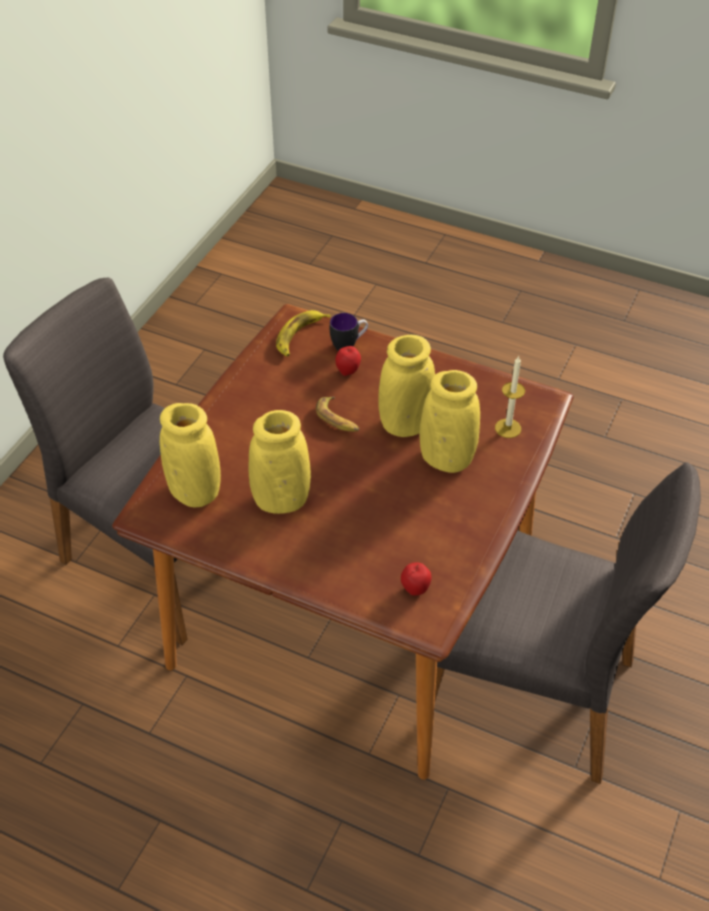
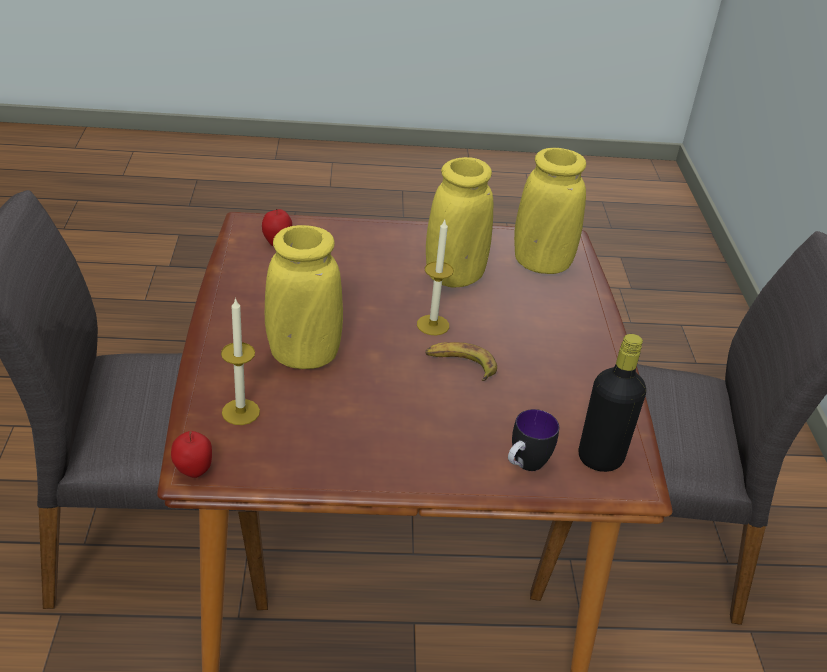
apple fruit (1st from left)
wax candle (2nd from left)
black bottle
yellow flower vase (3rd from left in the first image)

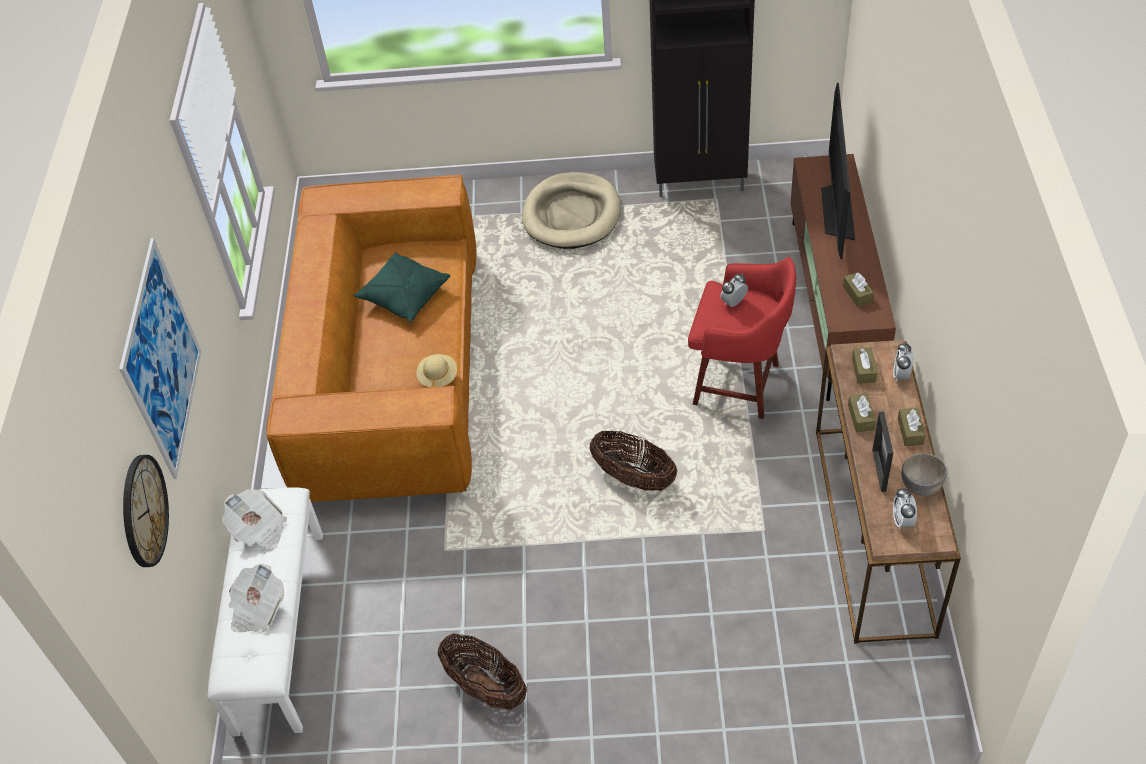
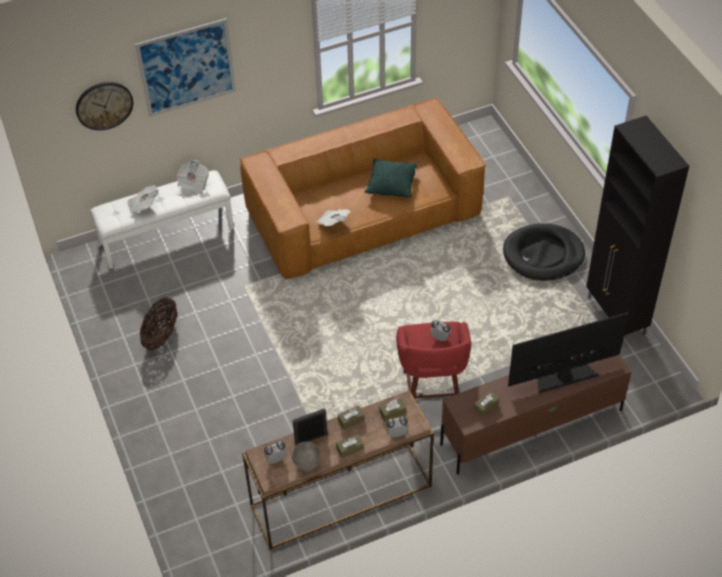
daily paper (3rd from left)
black dog bed
household basket (2nd from left in the first image)

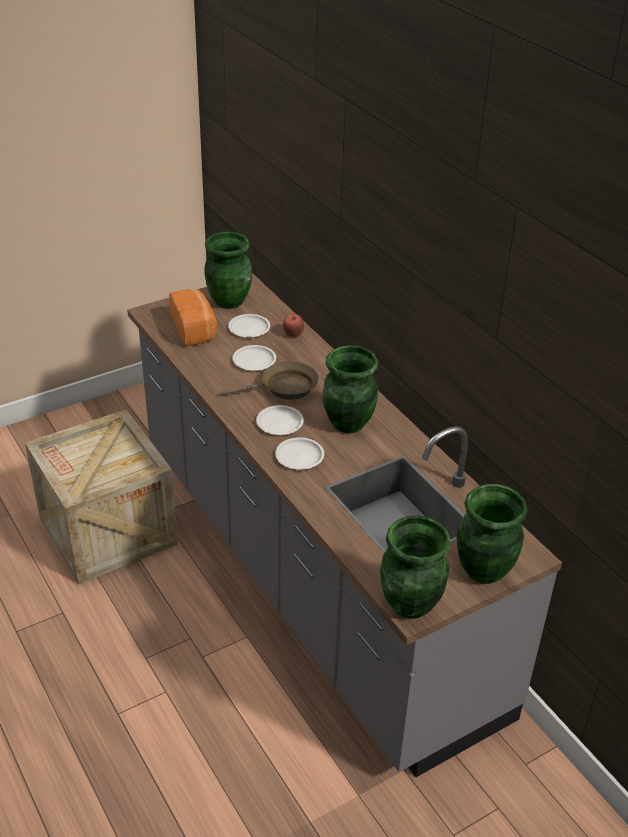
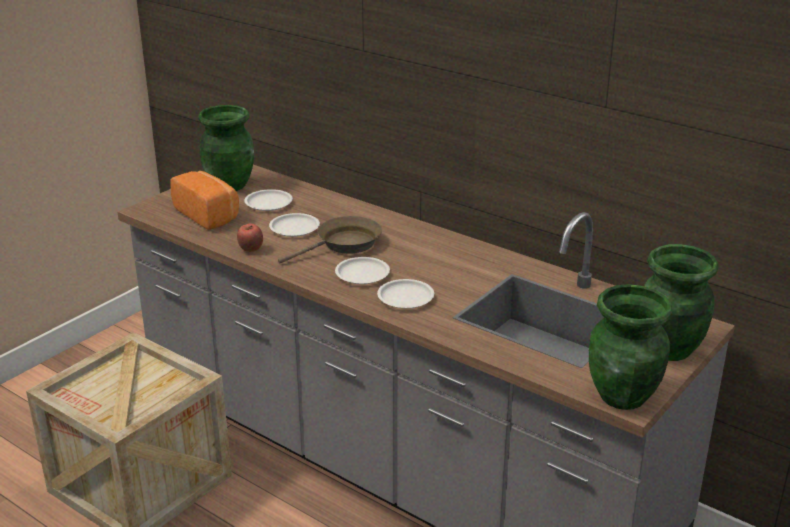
apple fruit
green-coloured flower vase (2nd from left in the first image)

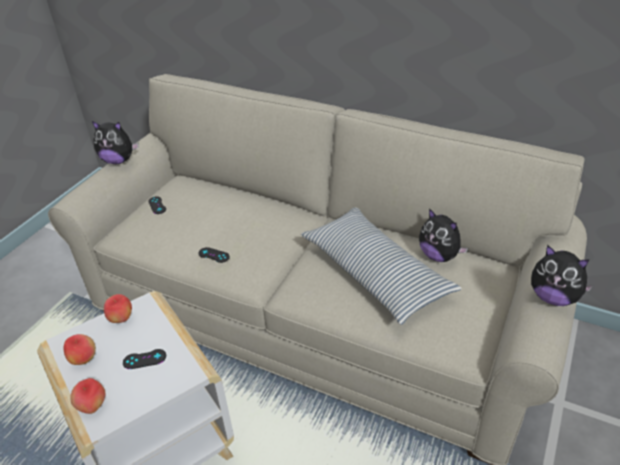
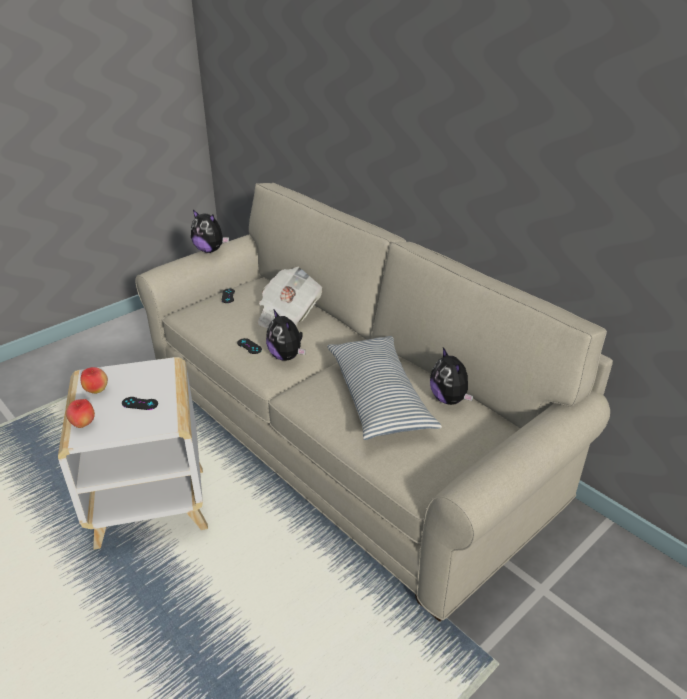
daily paper
plush toy (2nd from left)
apple fruit (3rd from left in the first image)

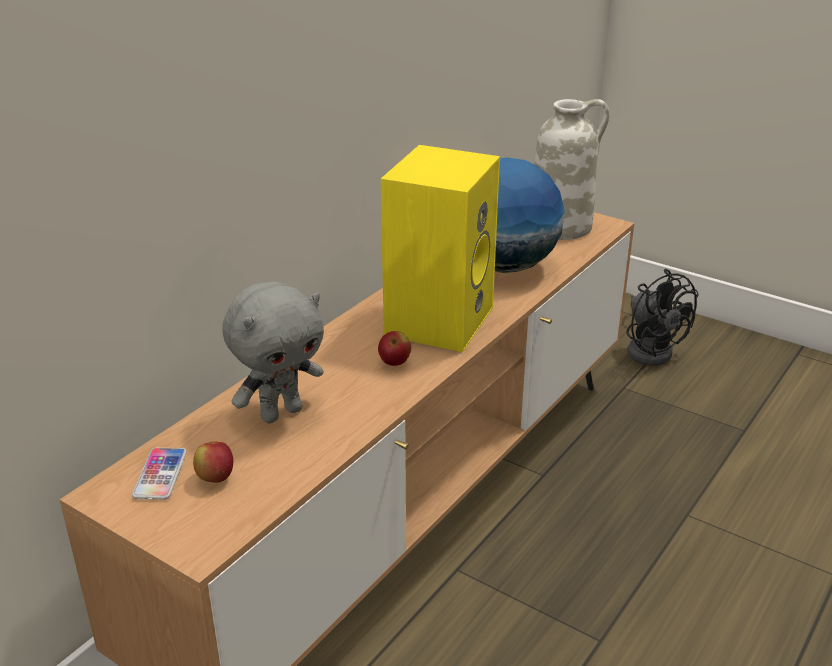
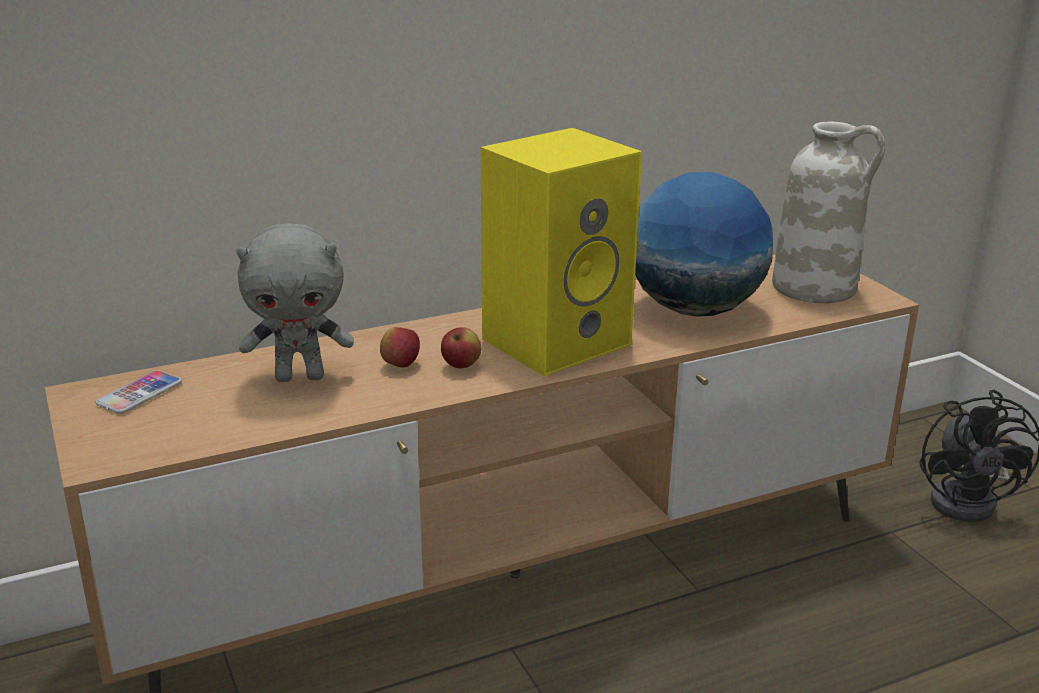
apple fruit (1st from left)

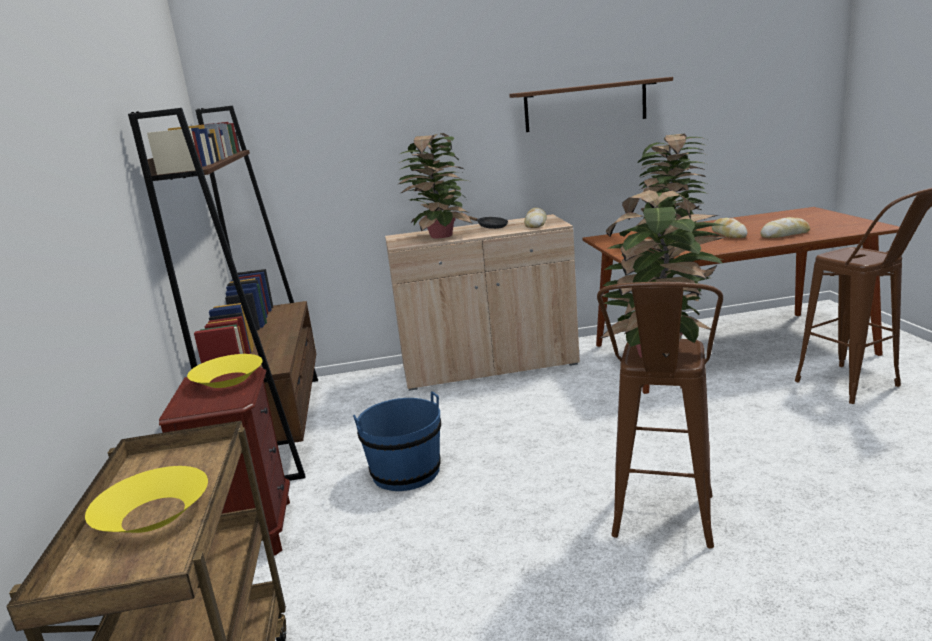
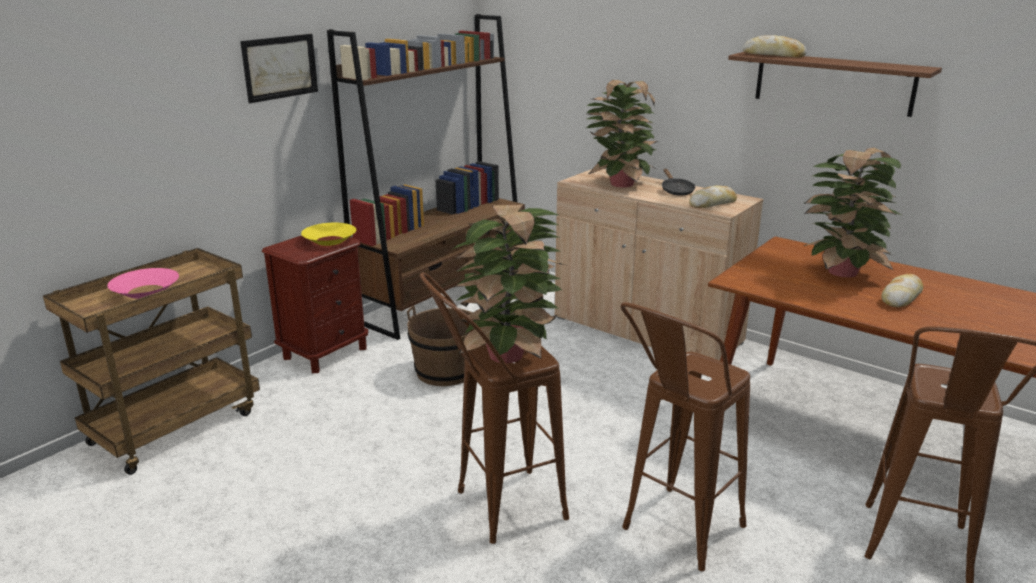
pink-coloured bowl
picture
brownish bucket
brownish sitting stool (2nd from left)
baked bread (2nd from left)

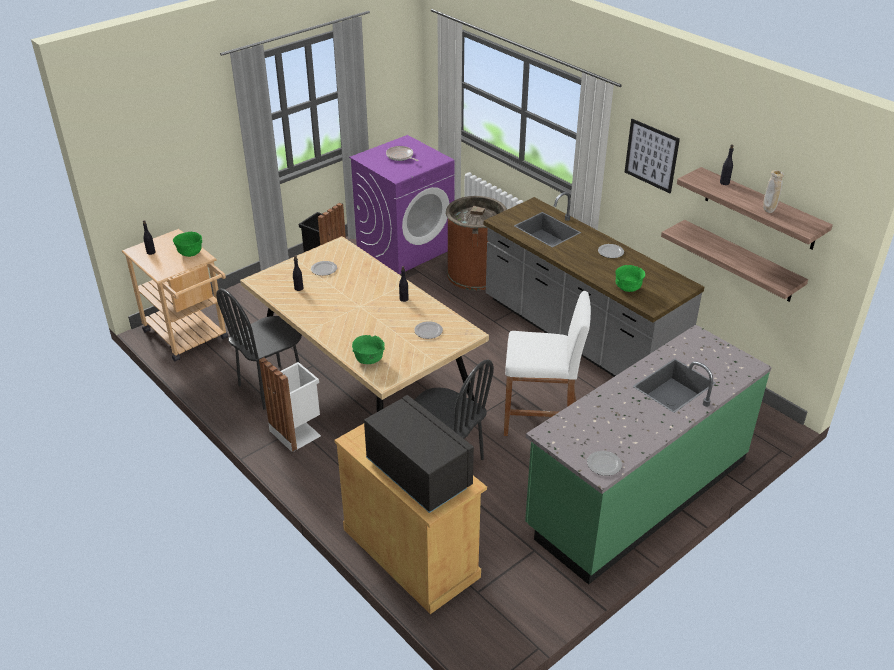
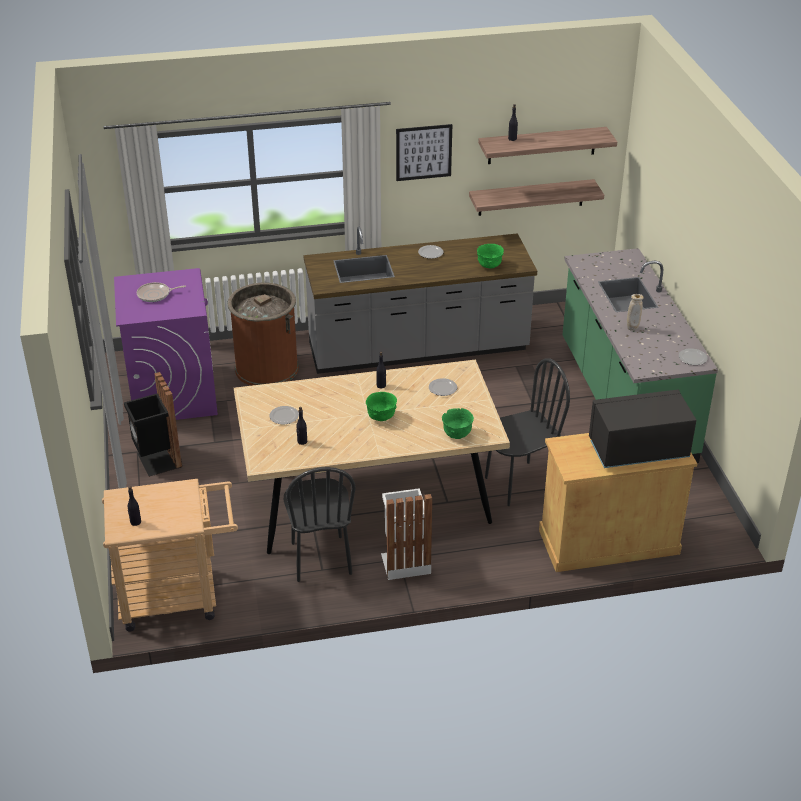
green-coloured bowl (1st from left)
sand-coloured flower vase
white sitting stool

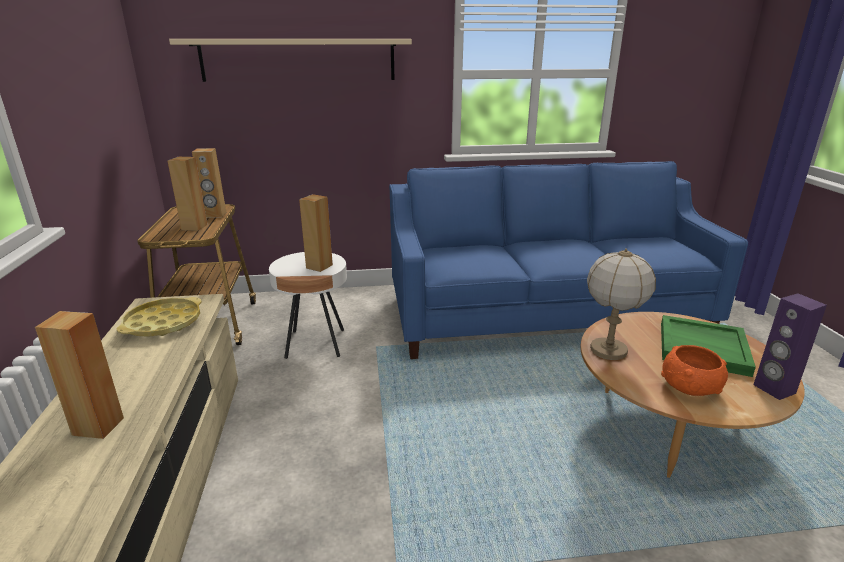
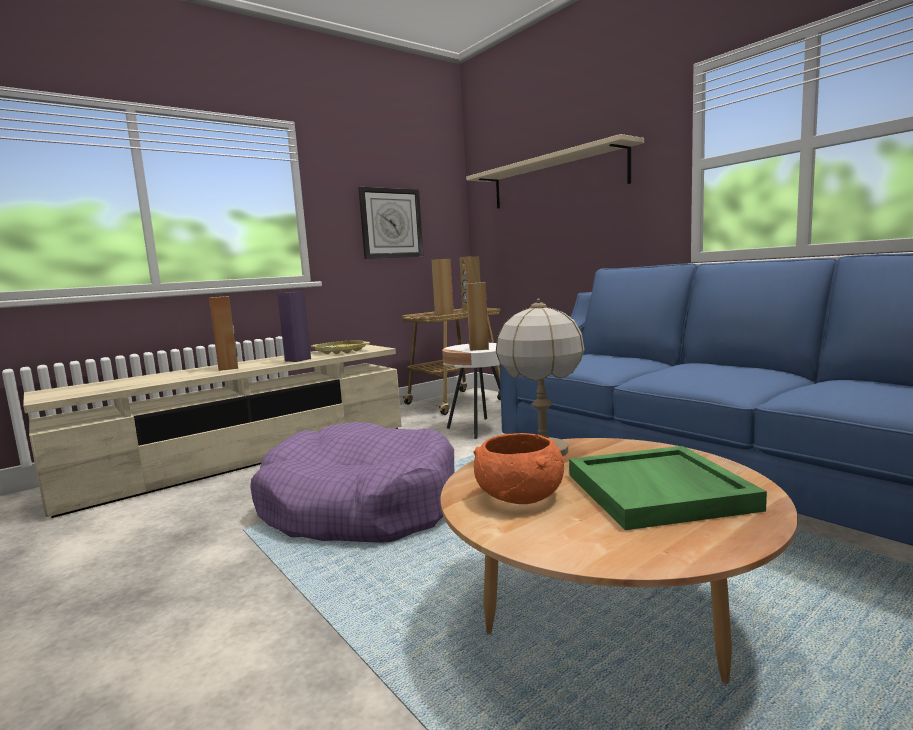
purple-coloured dog bed
purple-coloured audio speaker
clock on the wall

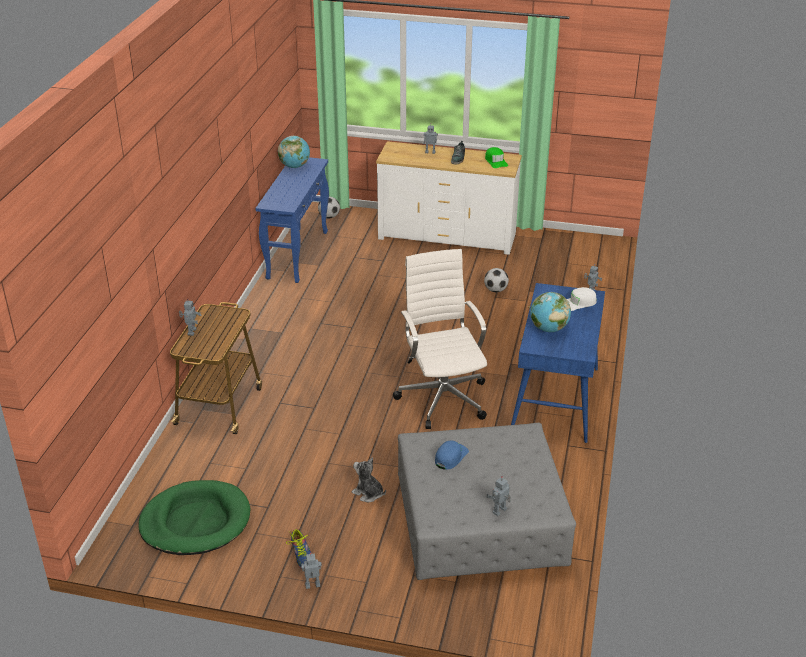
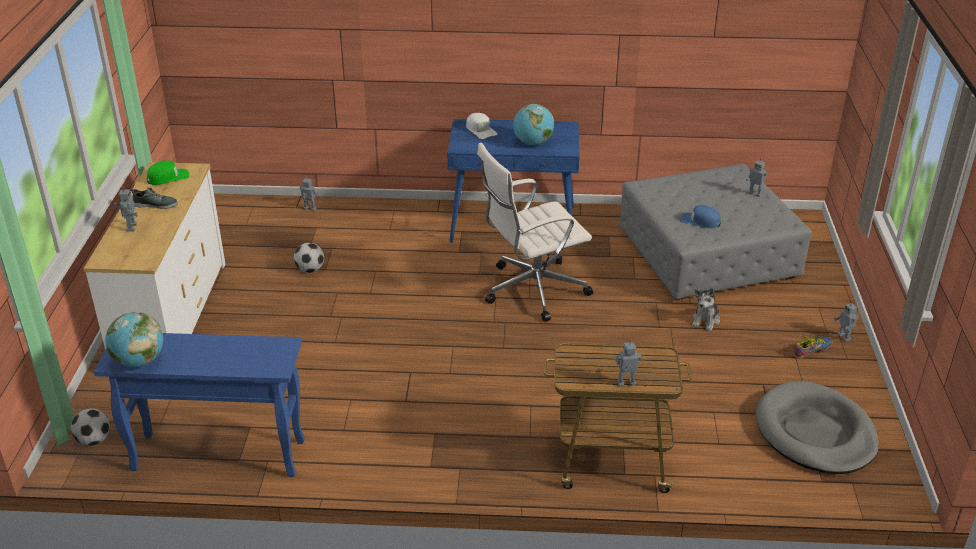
grey dog bed

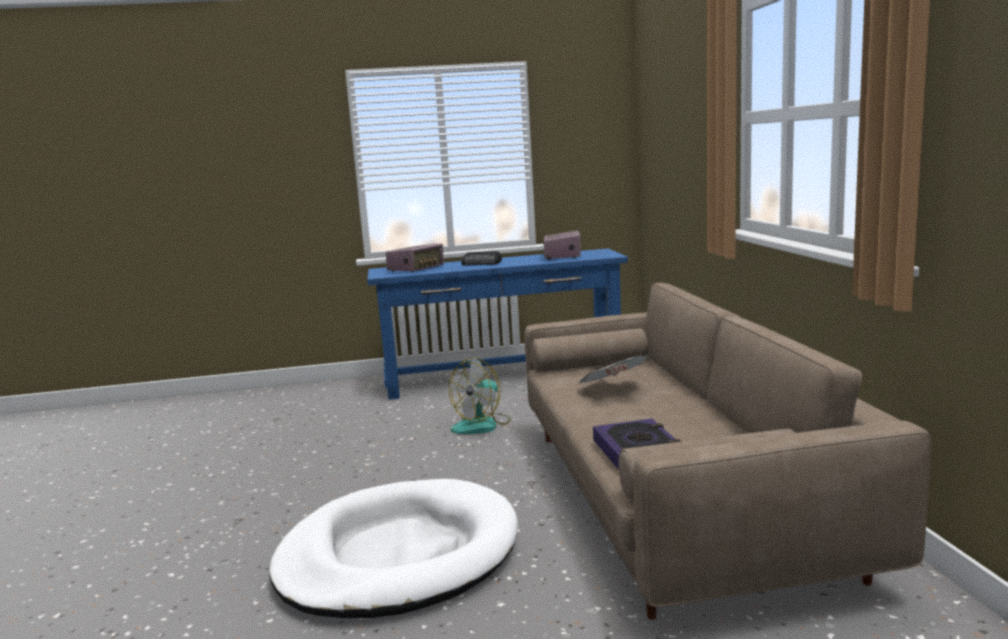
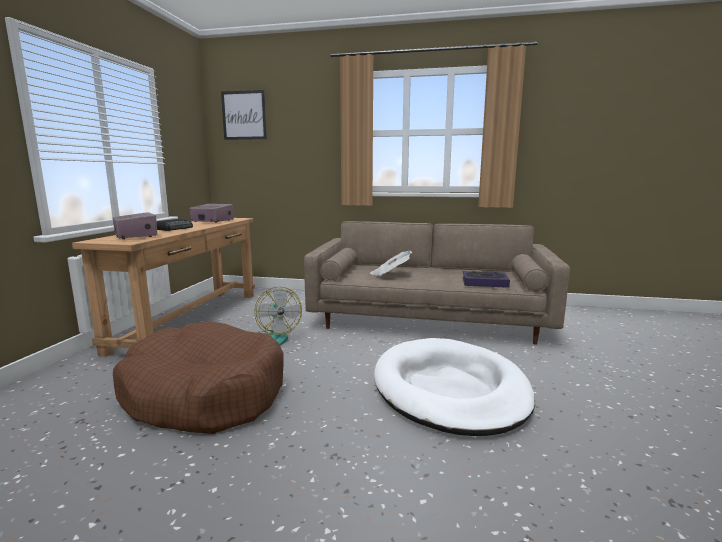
brownish narrow table
brownish dog bed
picture

